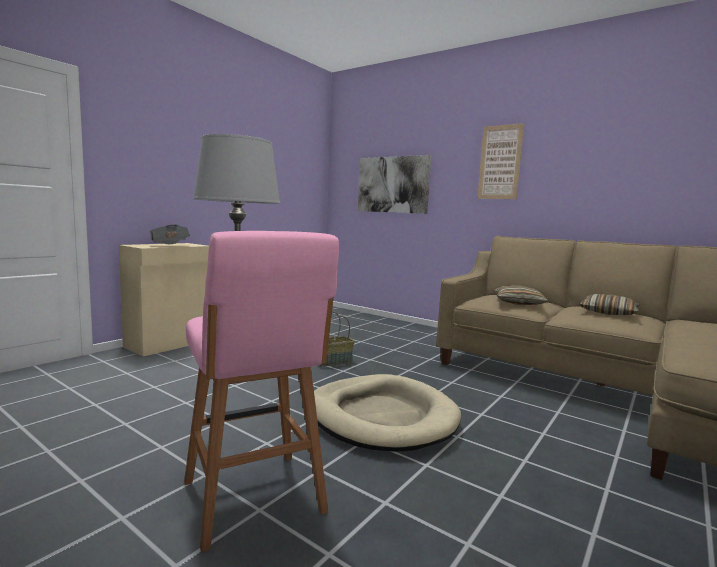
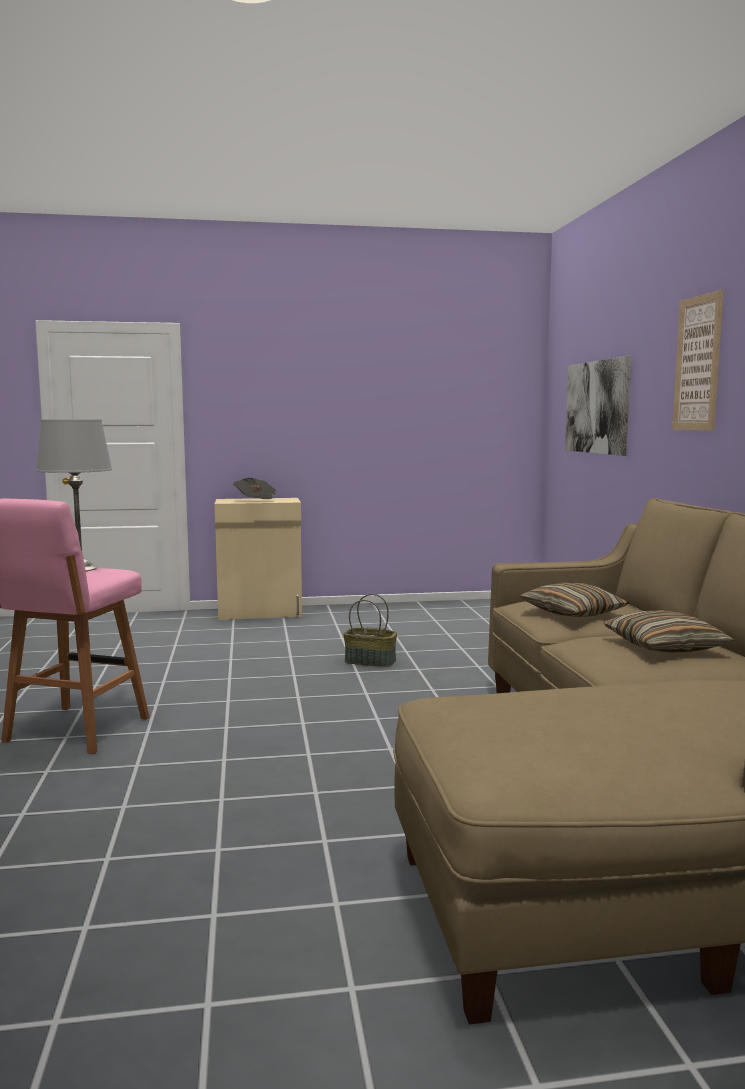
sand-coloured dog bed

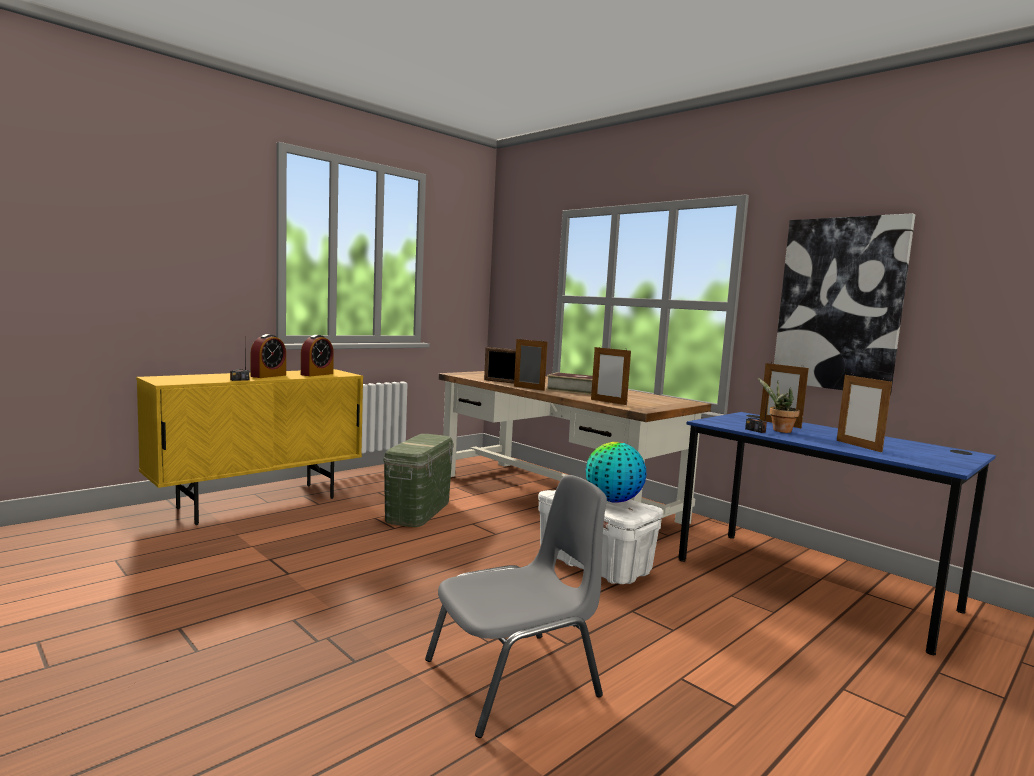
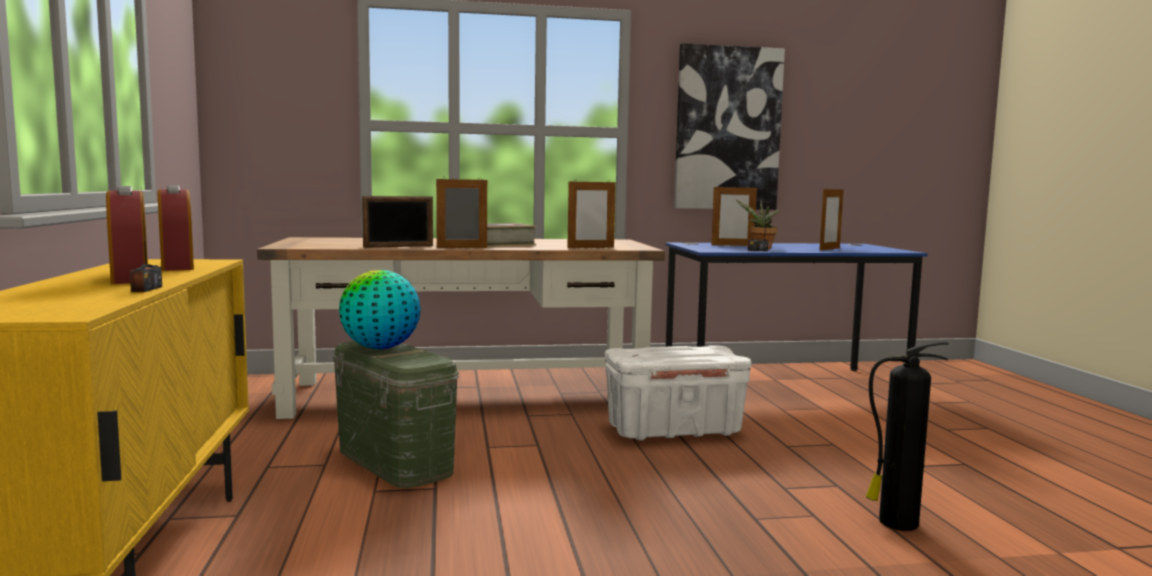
globe
photo frame (5th from left)
fire-fighting cylinder

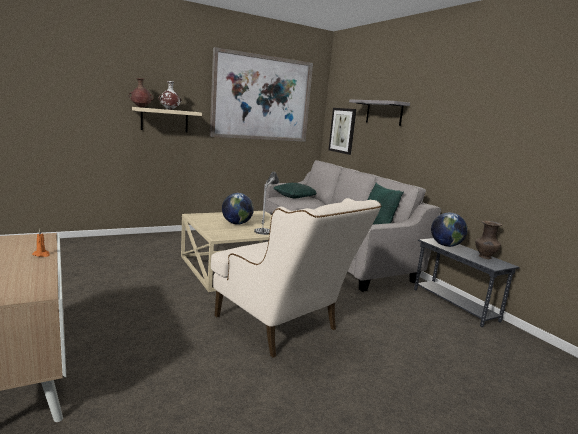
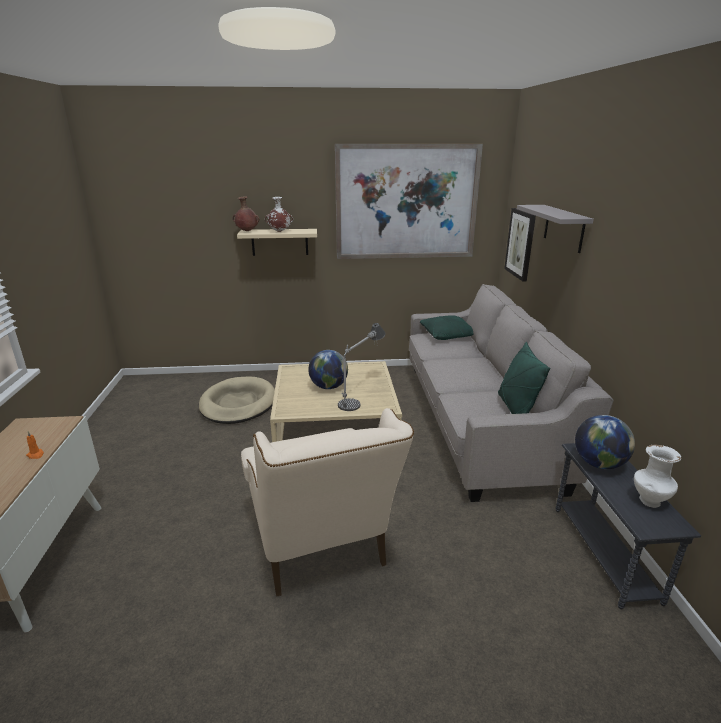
sand-coloured dog bed
white flower vase (2nd from left)

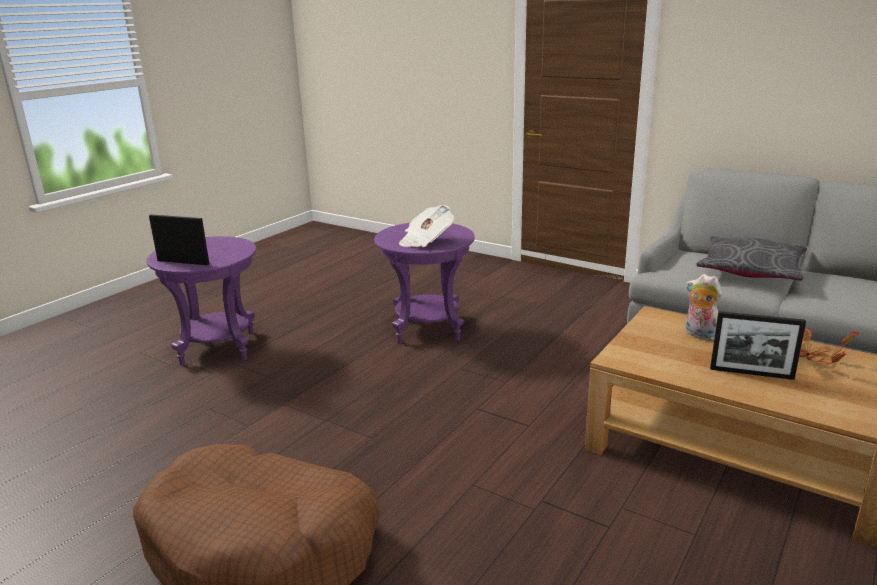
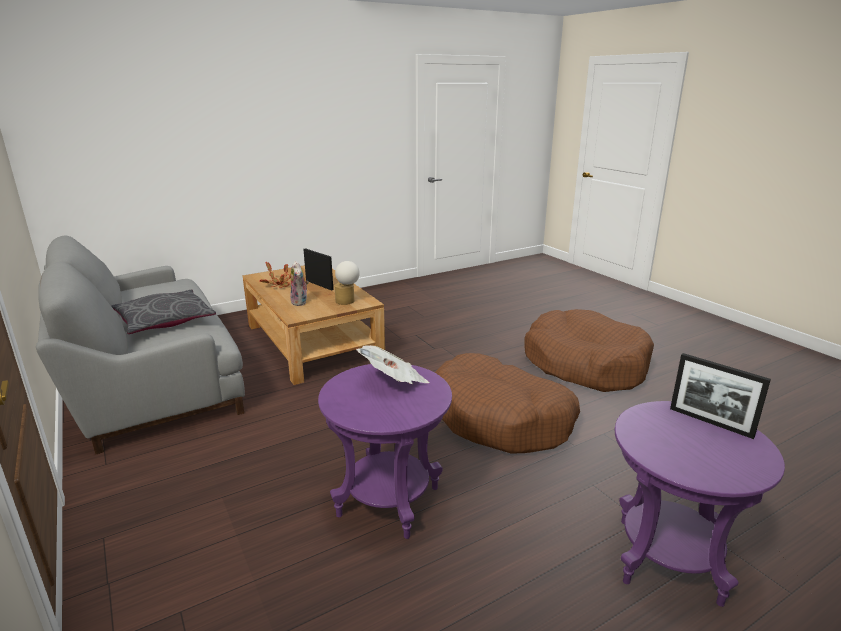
lamp for a table
brownish dog bed (1st from left)

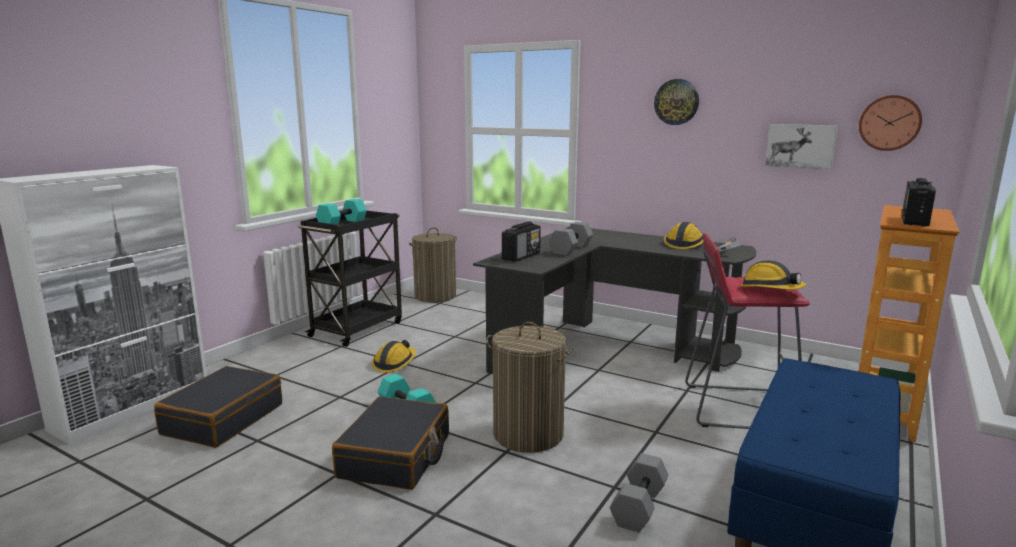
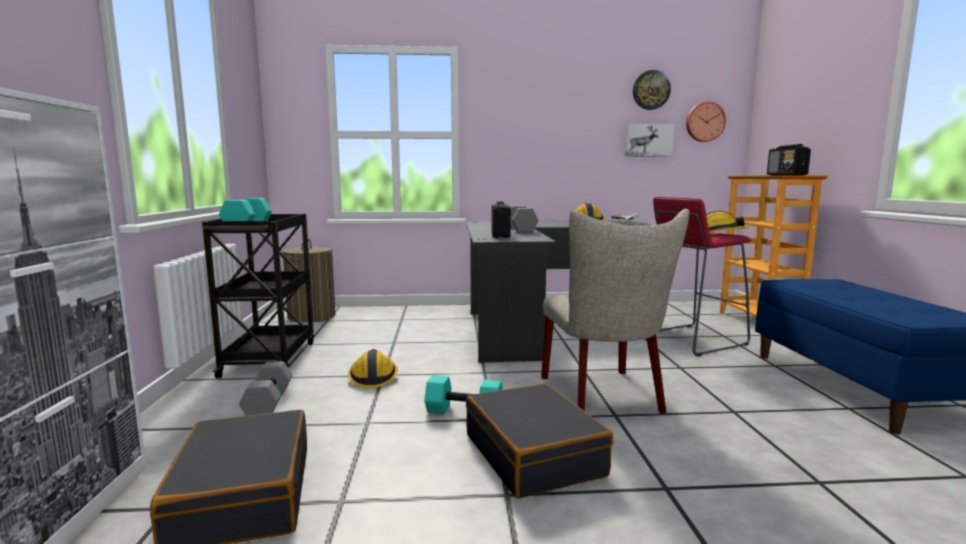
grey hand weight (1st from left)
sand-coloured chair
clock on the wall (1st from left)

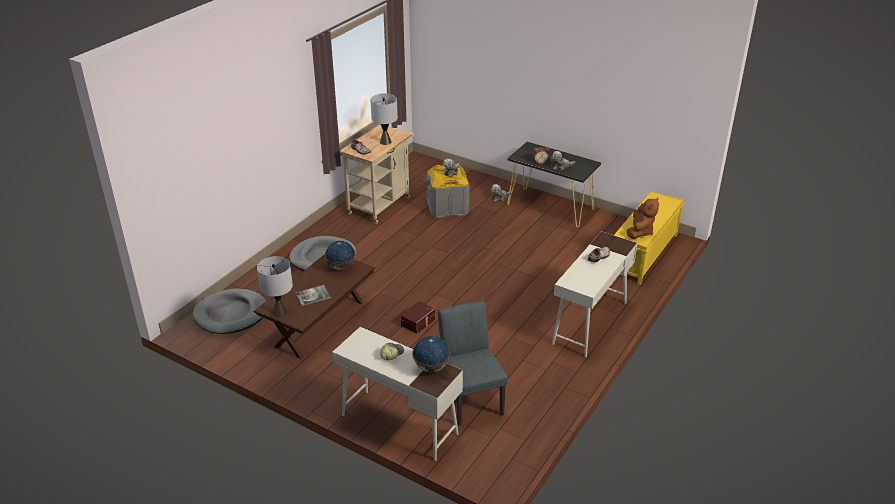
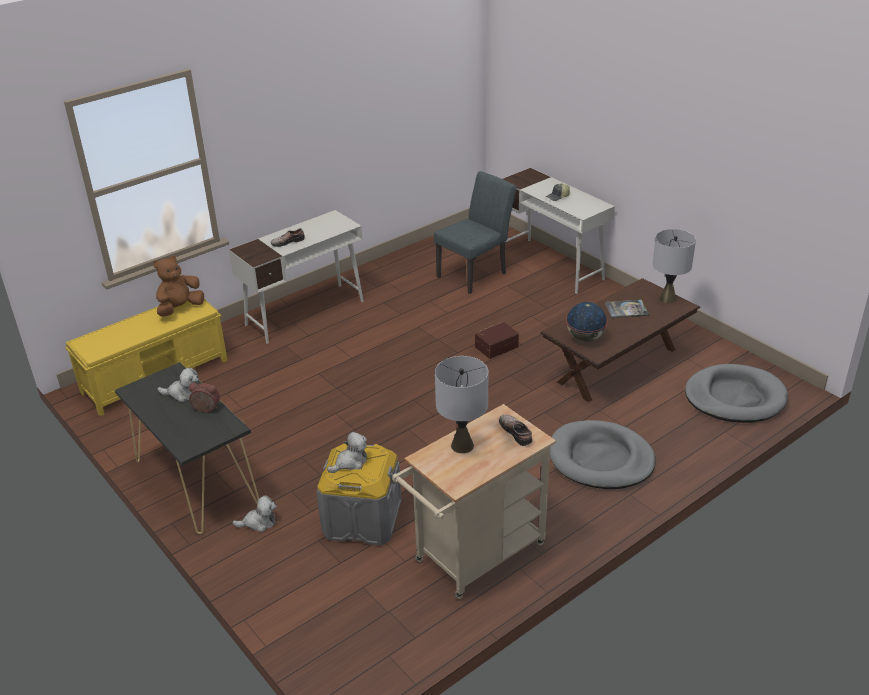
grey chair
globe (2nd from left in the first image)

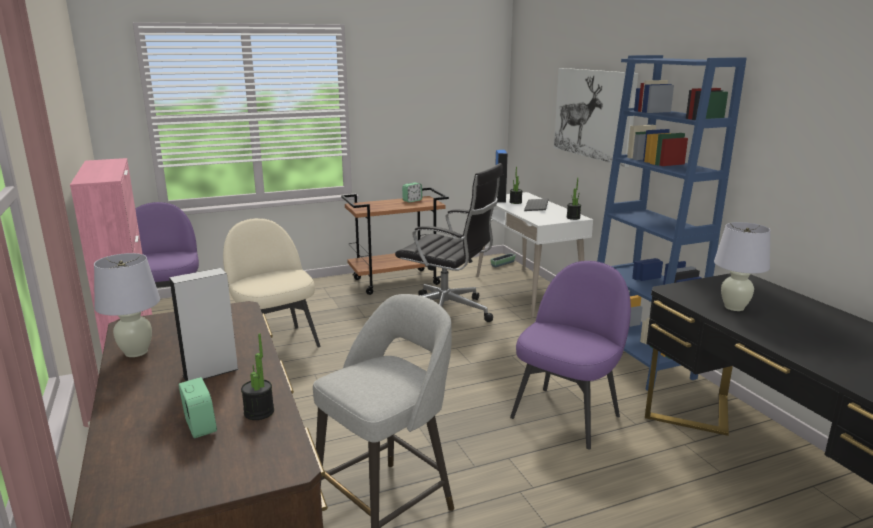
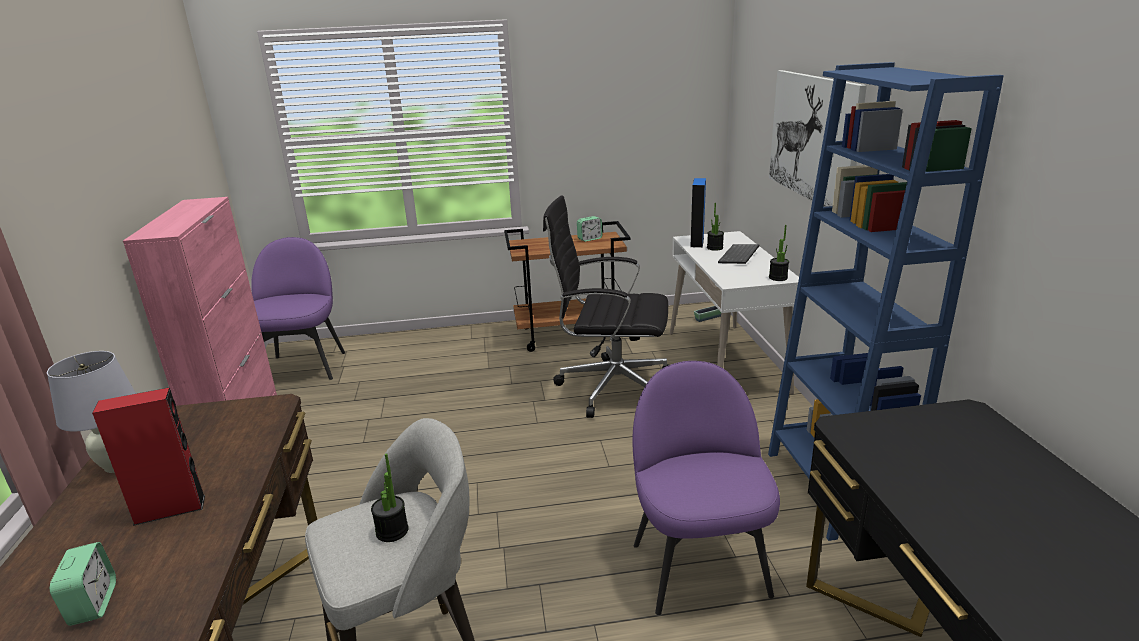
reddish audio speaker
houseplant (1st from left)
black desk chair
purple-coloured chair (2nd from left)
sand-coloured chair
white lamp for a table (2nd from left in the first image)

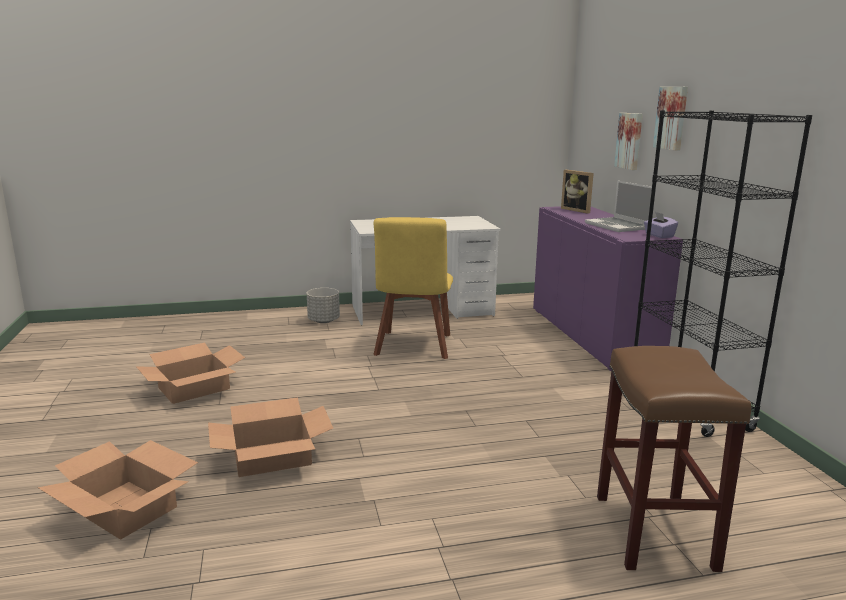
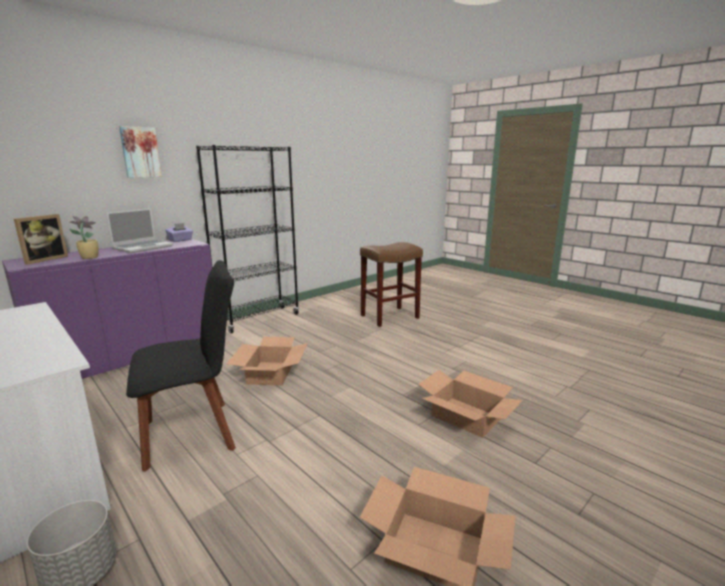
houseplant
black chair
cardboard box (1st from left)
picture (1st from left in the first image)

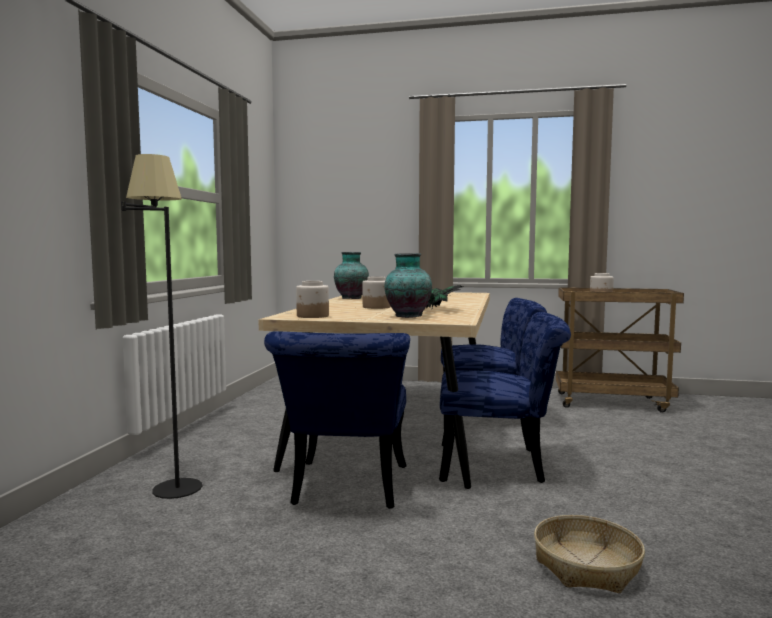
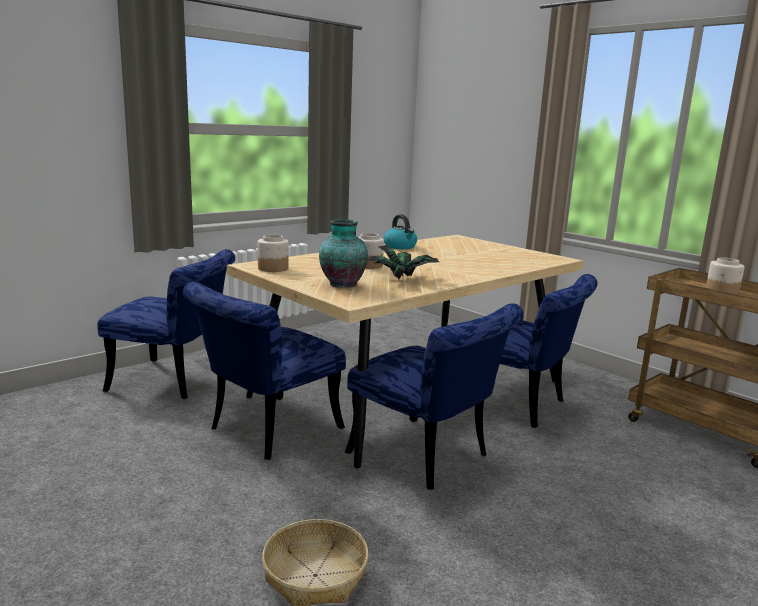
blue chair (1st from left)
tea kettle

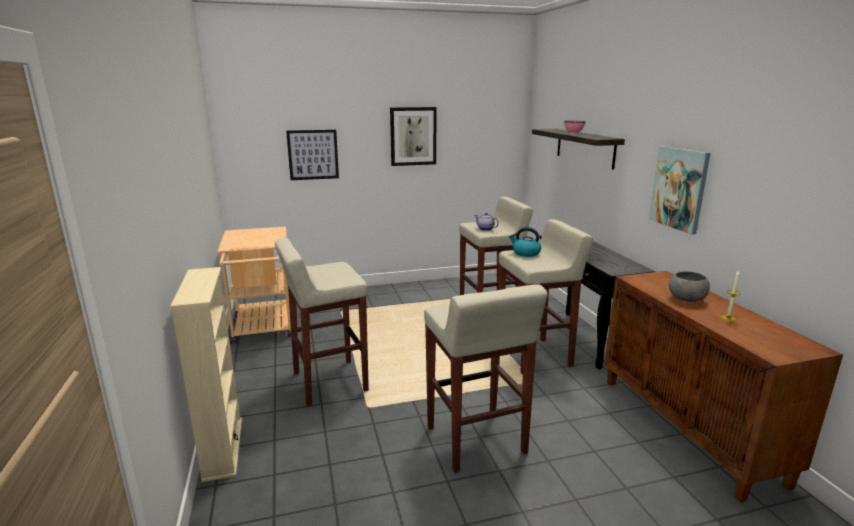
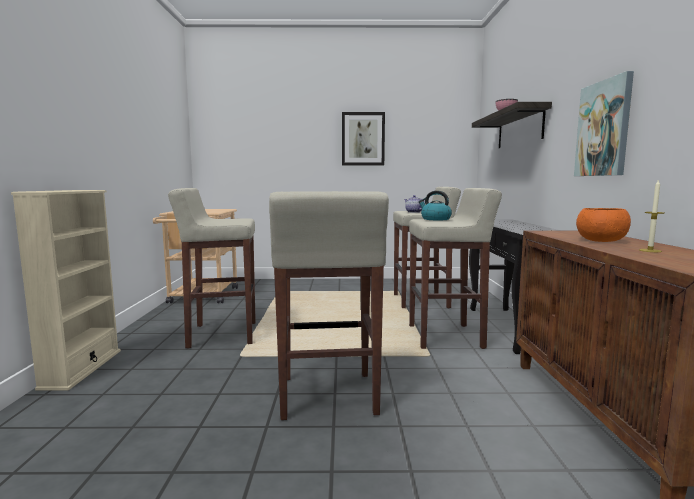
orange bowl
picture (1st from left in the first image)

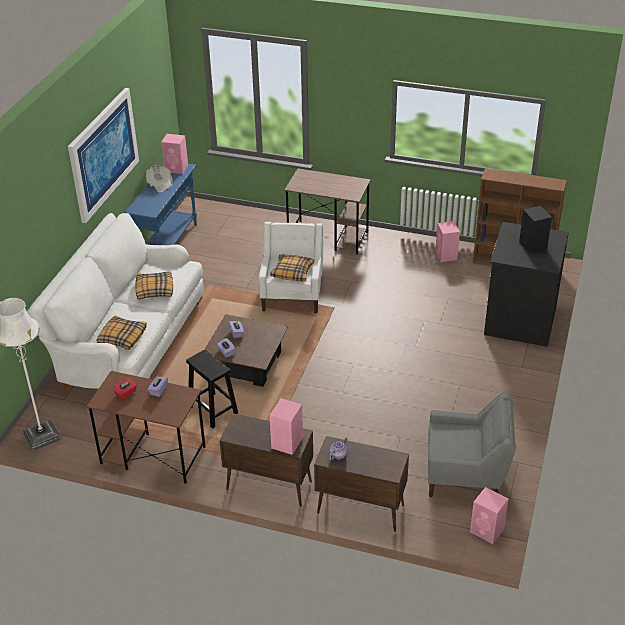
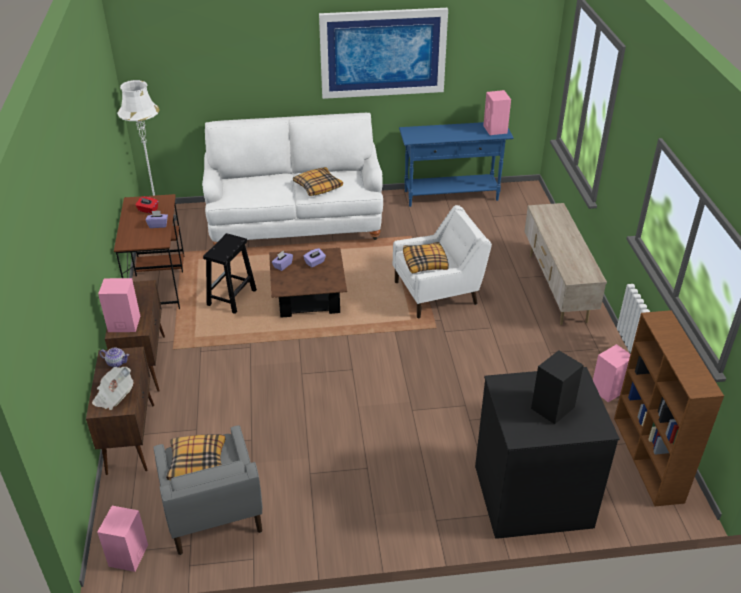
daily paper
throw pillow (1st from left)
sand-coloured tv stand

